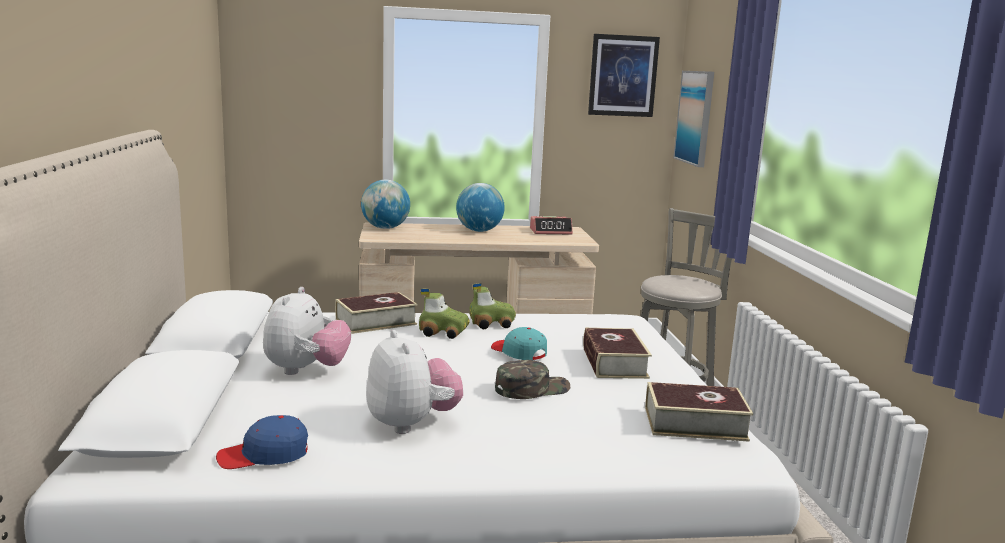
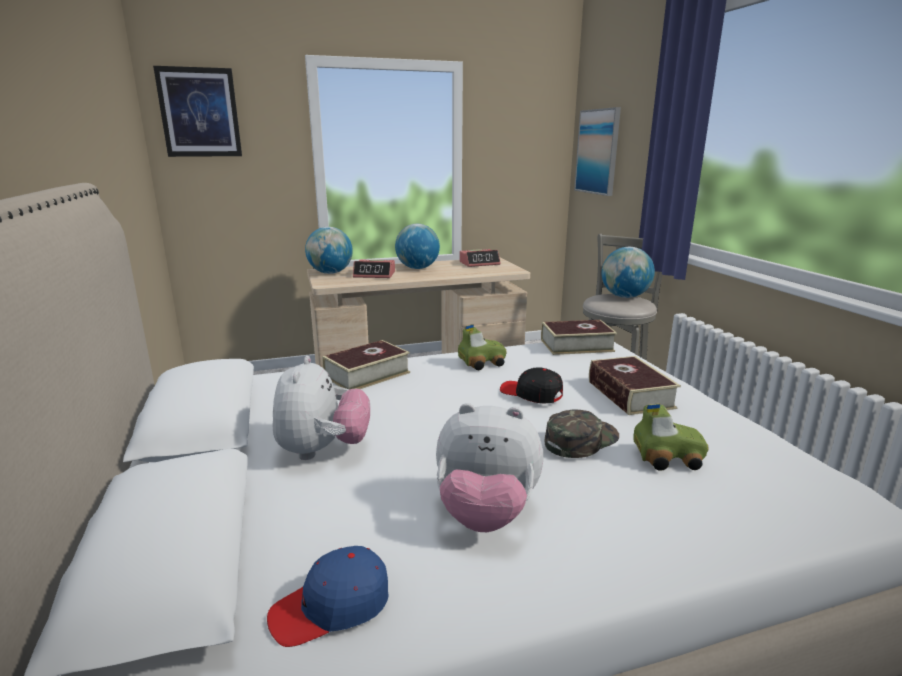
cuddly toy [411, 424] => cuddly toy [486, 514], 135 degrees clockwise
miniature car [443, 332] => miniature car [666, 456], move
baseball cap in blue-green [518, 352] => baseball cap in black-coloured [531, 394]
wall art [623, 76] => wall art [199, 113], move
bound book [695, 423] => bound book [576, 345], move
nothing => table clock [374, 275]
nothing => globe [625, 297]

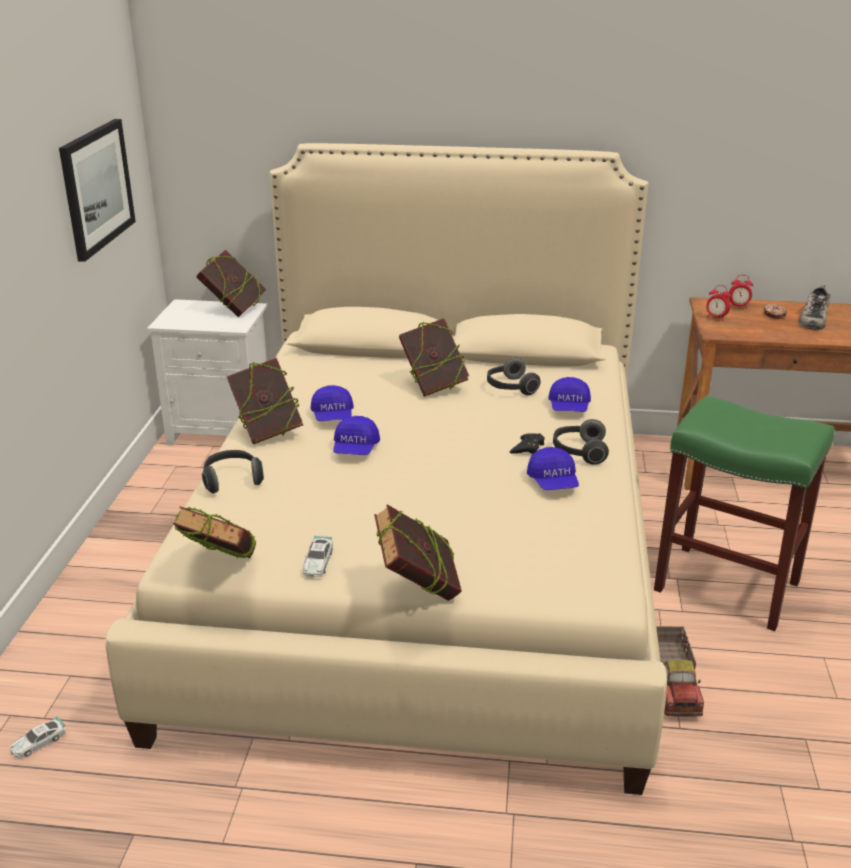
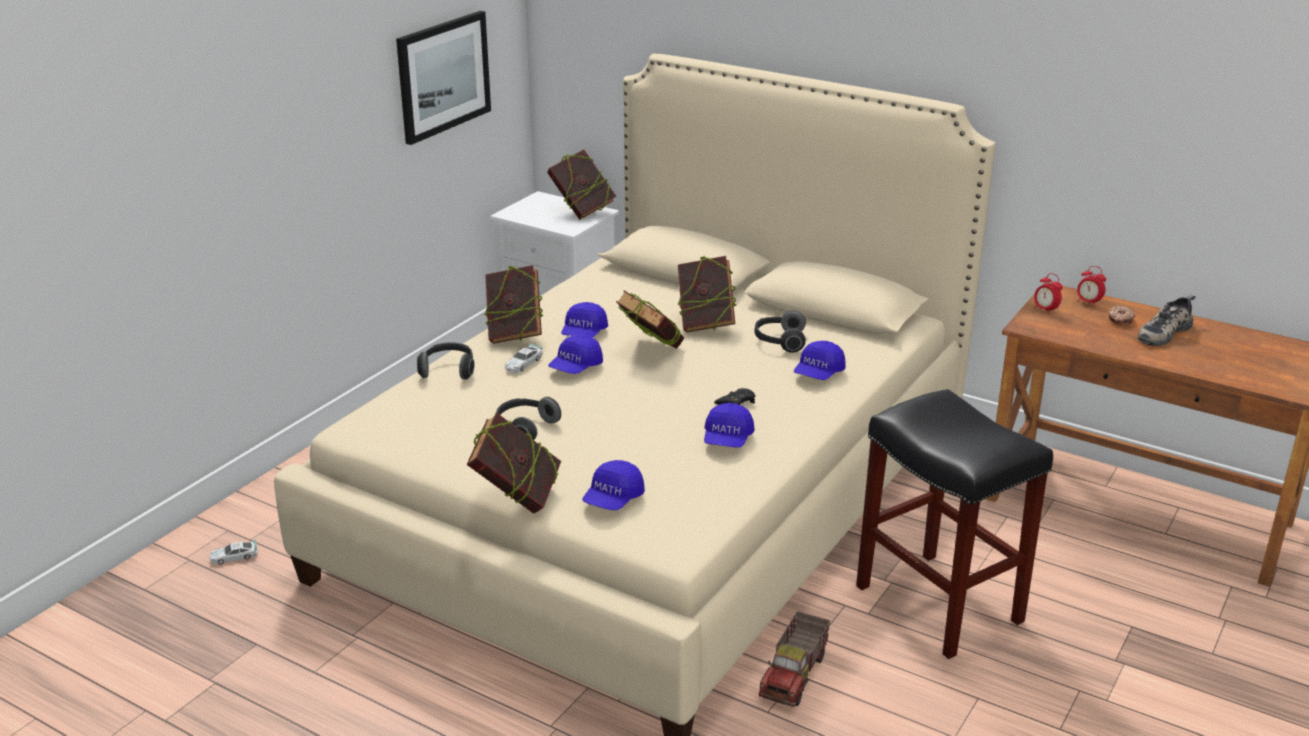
bound book [220, 570] => bound book [650, 351], move
miniature car [318, 562] => miniature car [523, 363], move
headphones [579, 452] => headphones [525, 428], move
stool in greenish [729, 586] => stool in black-coloured [941, 604]
nothing => baseball cap in bluish [613, 499]

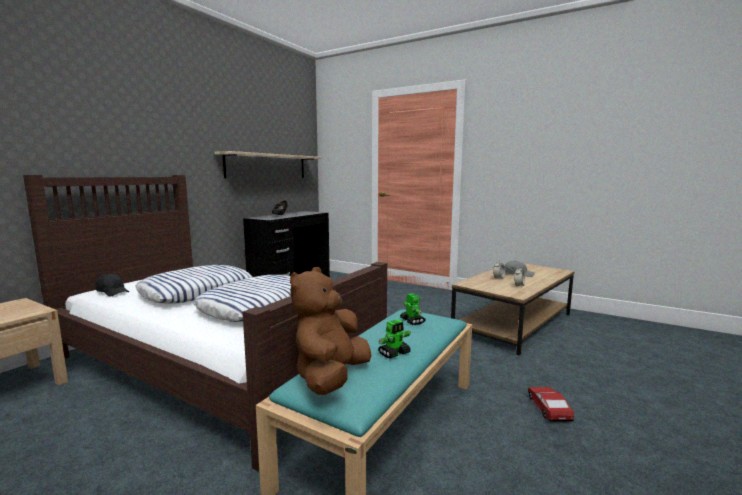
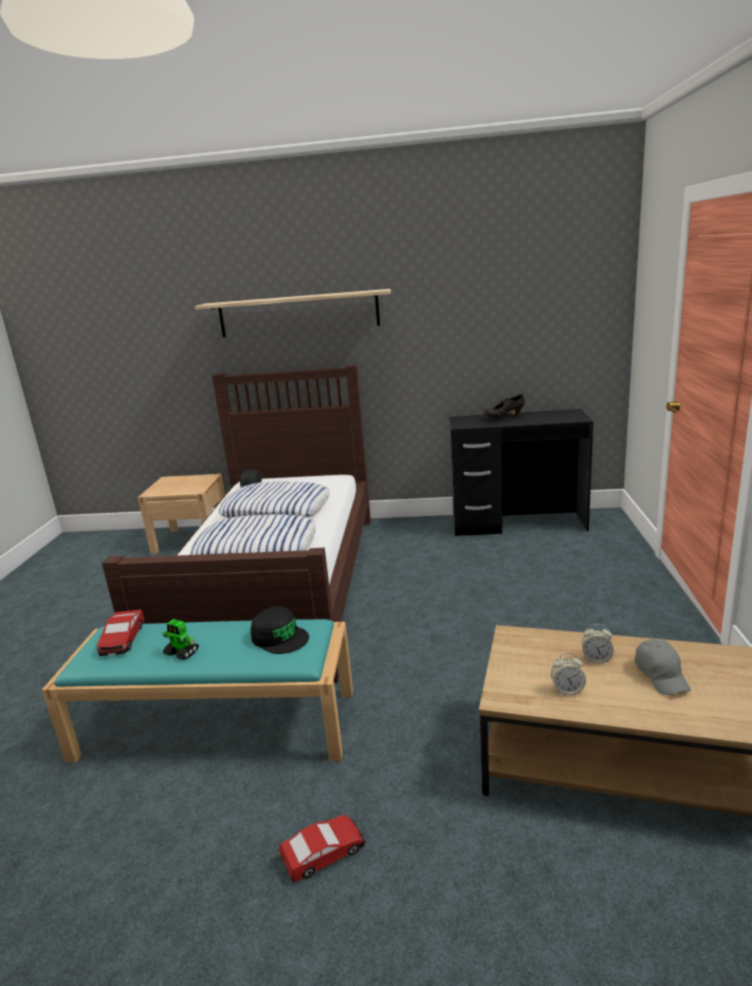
shelf [267, 166] => shelf [298, 314], move
cuddly toy in brown-coloured [331, 377] => miniature car [122, 639]
model robot [412, 321] => baseball cap in black-coloured [279, 637]

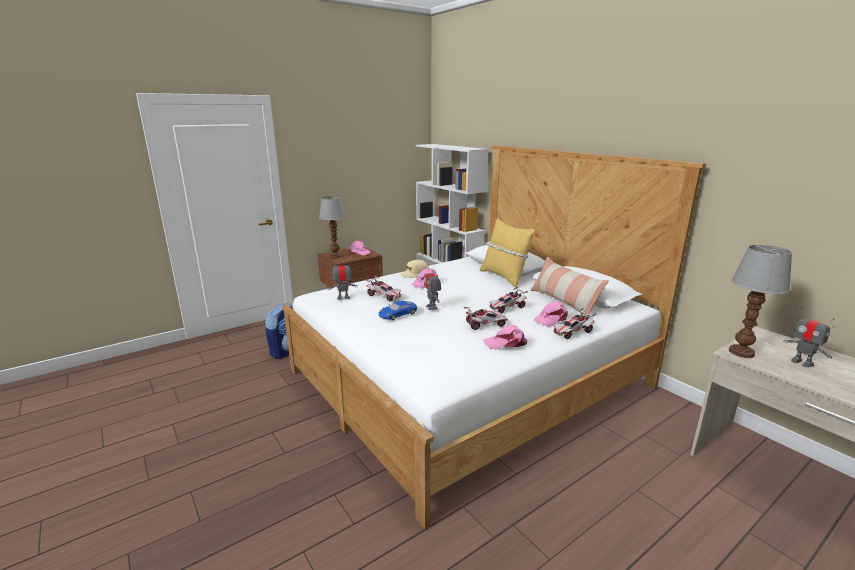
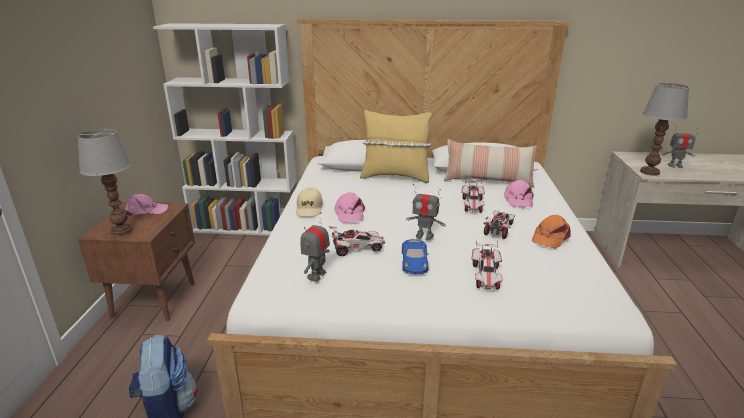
baseball cap in pink [506, 343] => baseball cap in orange-coloured [550, 237]
miniature car [572, 332] => miniature car [486, 276], move

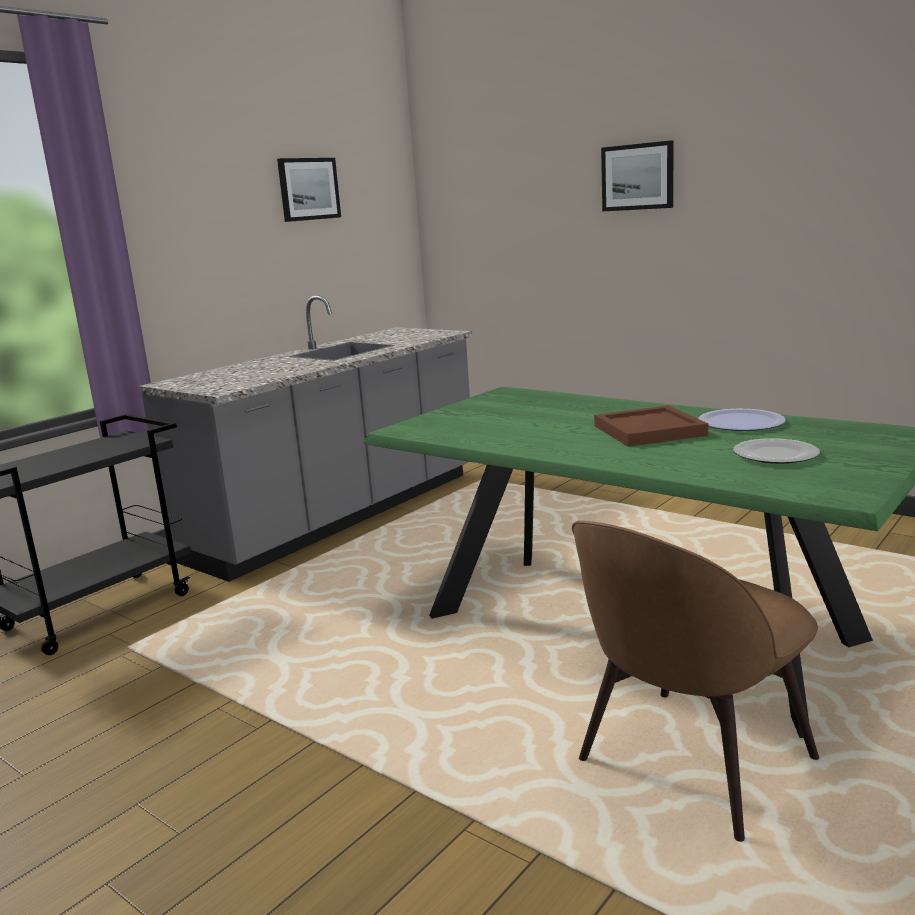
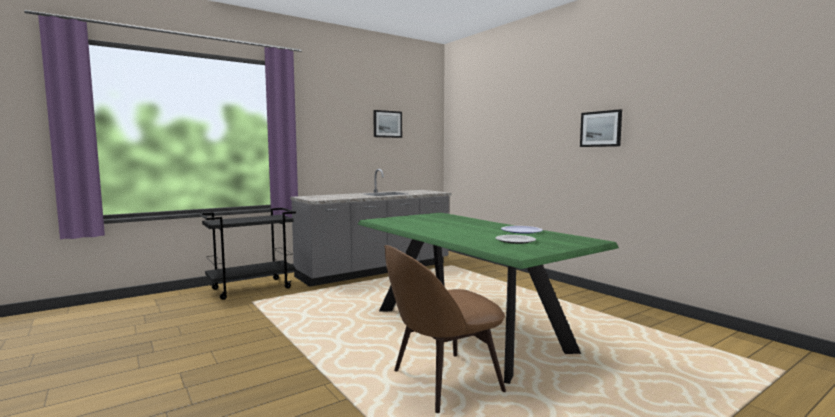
serving tray in brown-coloured [648, 431] => nothing
wall art [637, 177] => wall art [601, 129], move

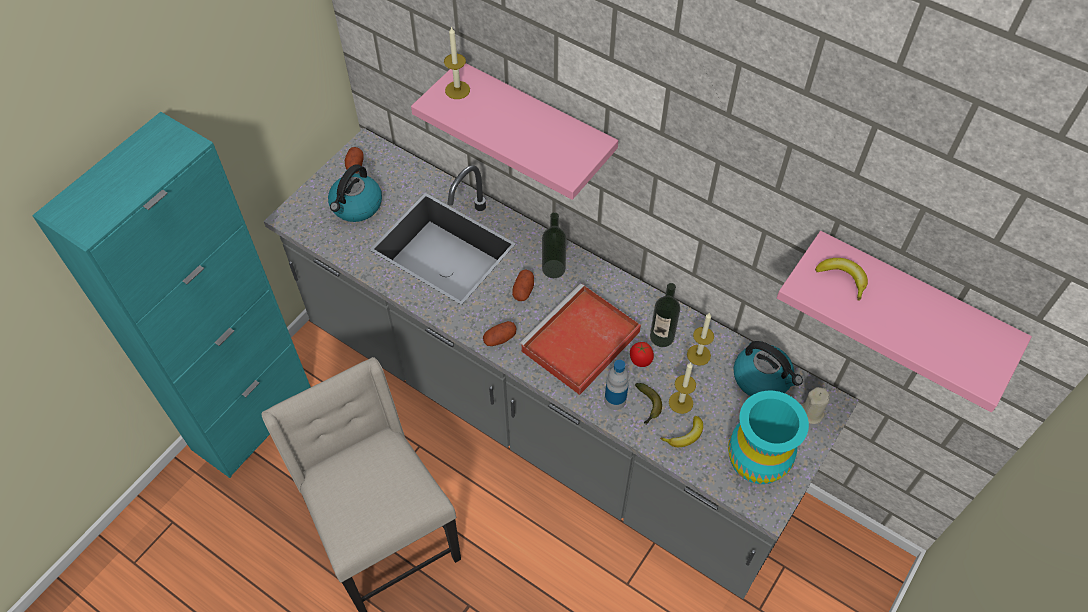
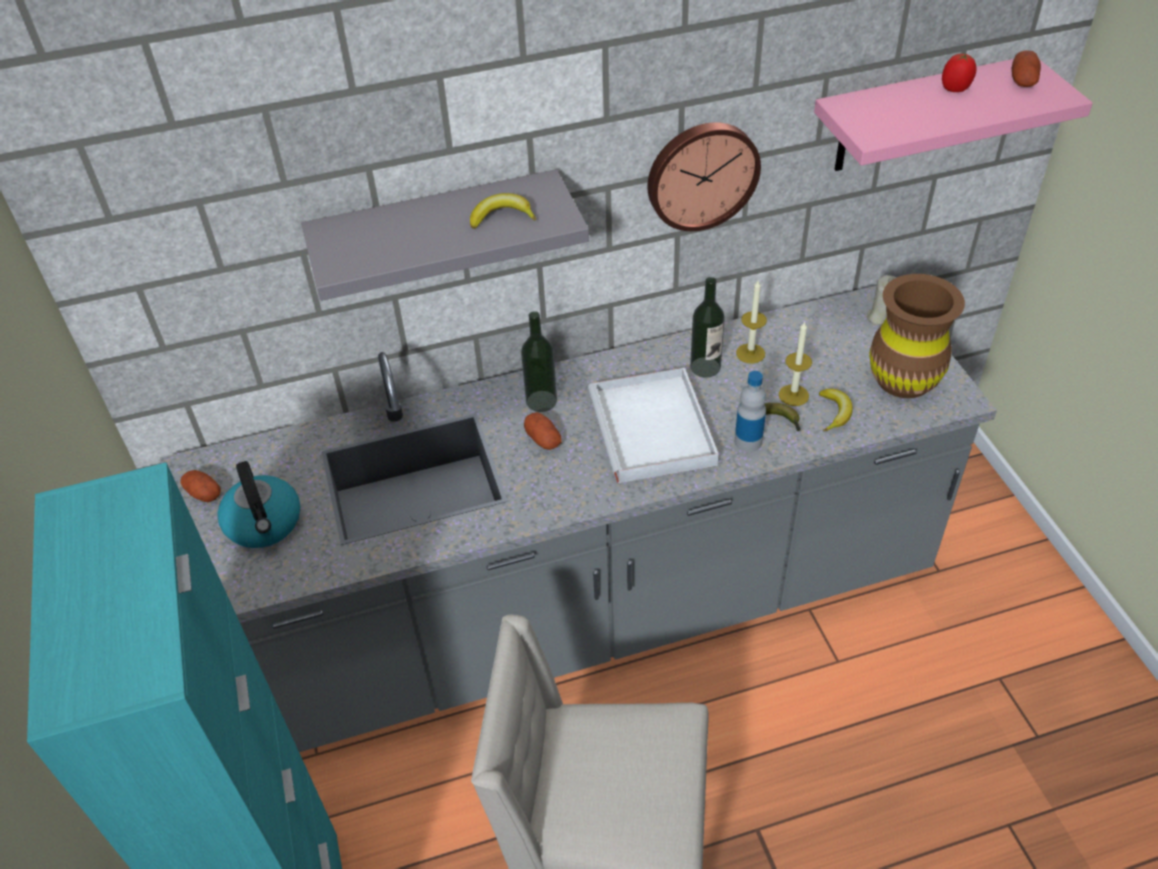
shelf in pink [536, 123] => shelf in greyish [437, 233]
candle [457, 90] => nothing
spud [500, 338] => spud [1023, 81], move
serving tray in reddish [579, 343] => serving tray in whitish [654, 431]
tomato [640, 361] => tomato [955, 89], move
vase in blue-green [757, 461] => vase in brown-coloured [903, 379]
kettle [762, 379] => nothing
banana fruit [843, 278] => banana fruit [502, 217], move
nothing => hanging clock [701, 174]

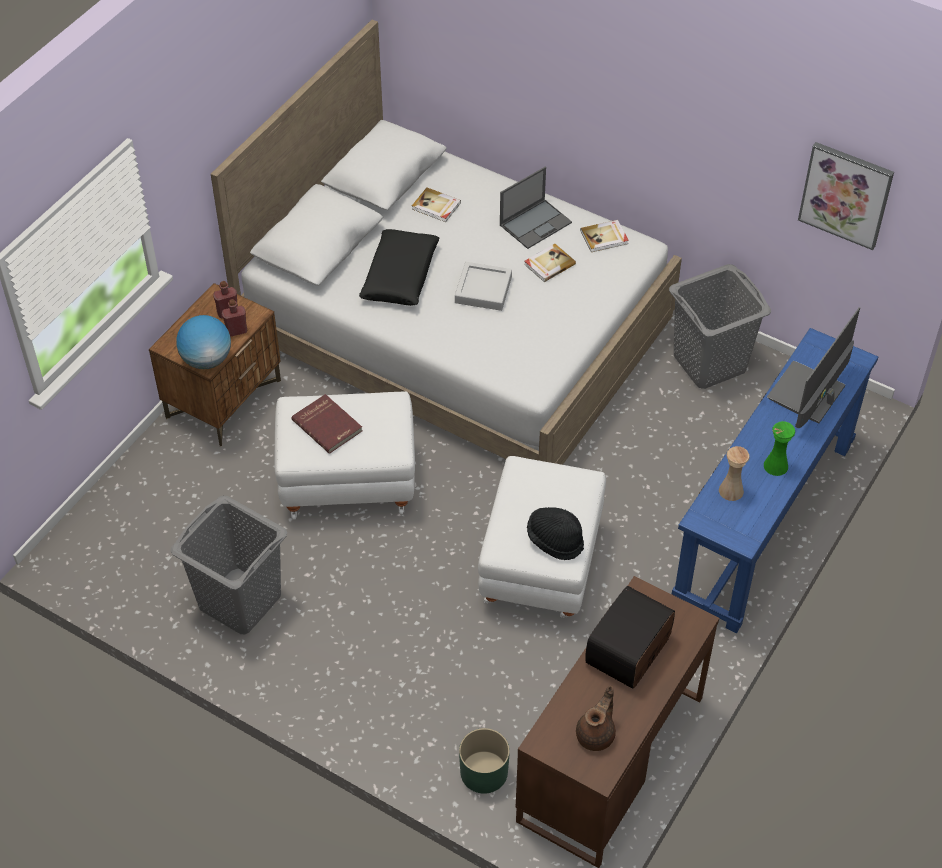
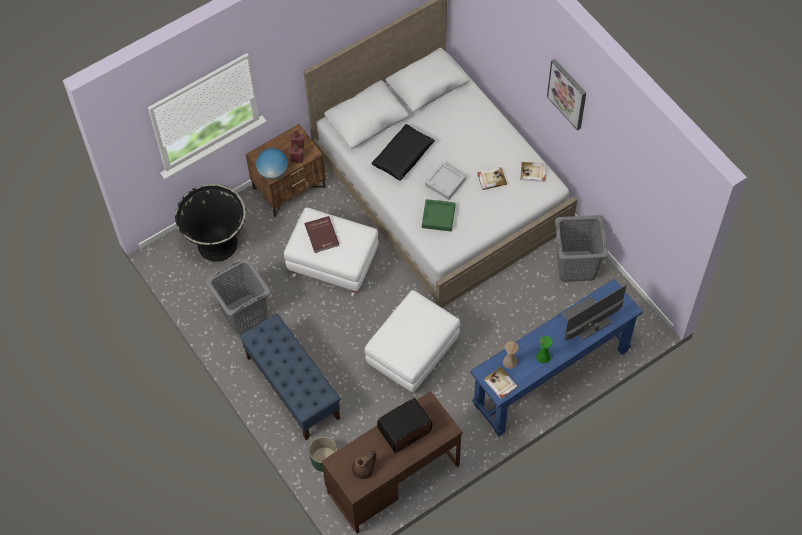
bound book [436, 206] => bound book [500, 384], move
laptop [536, 223] => nothing
clothing hat in black-coloured [555, 540] => nothing
wall art [846, 194] => wall art [567, 93], move
nothing => planter in black-coloured [217, 245]
nothing => bench in bluish [292, 387]
nothing => serving tray in greenish [438, 217]

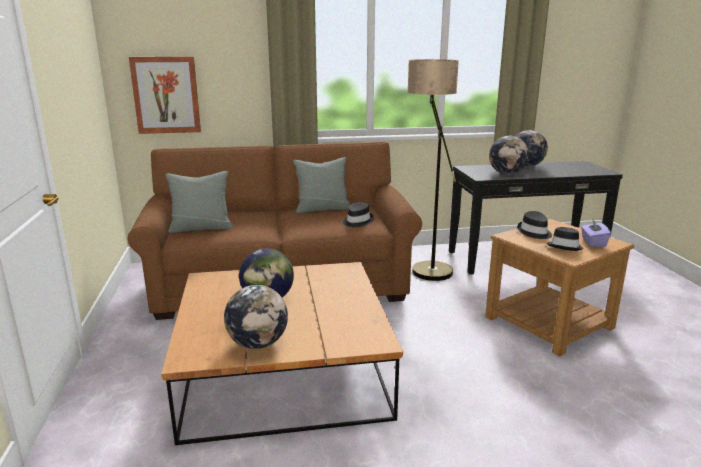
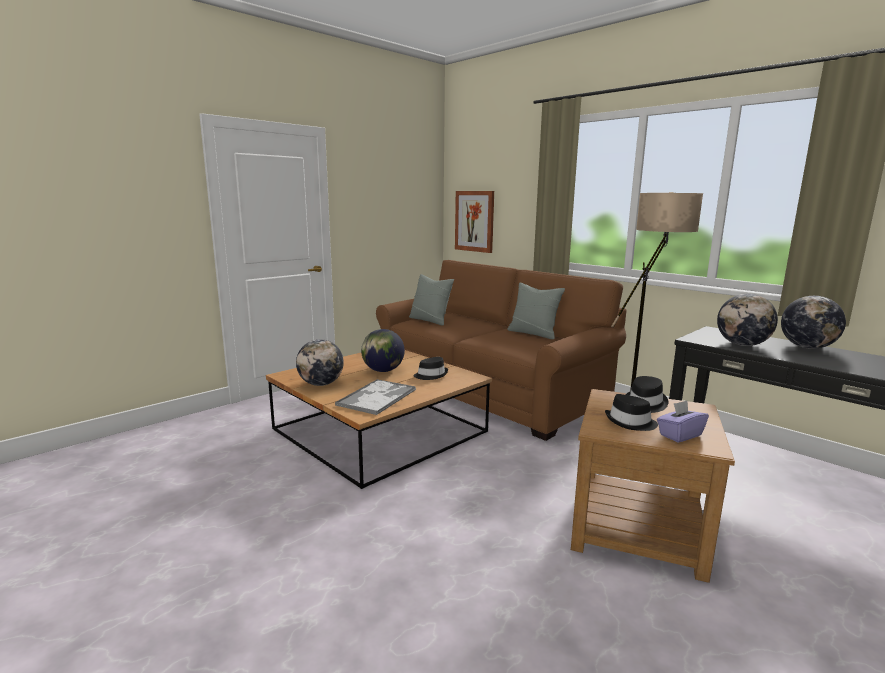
clothing hat in black-coloured [357, 221] => clothing hat in black-coloured [431, 375], move
nothing => serving tray [377, 397]

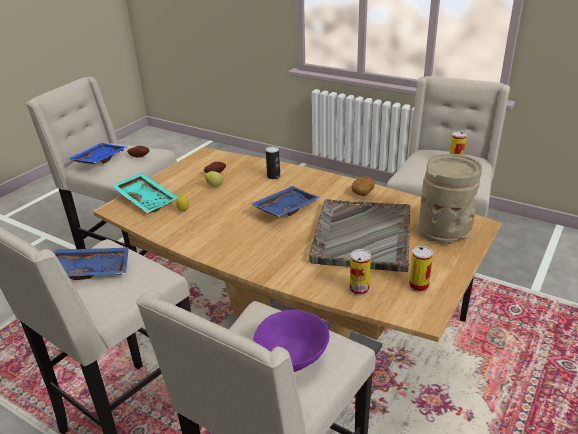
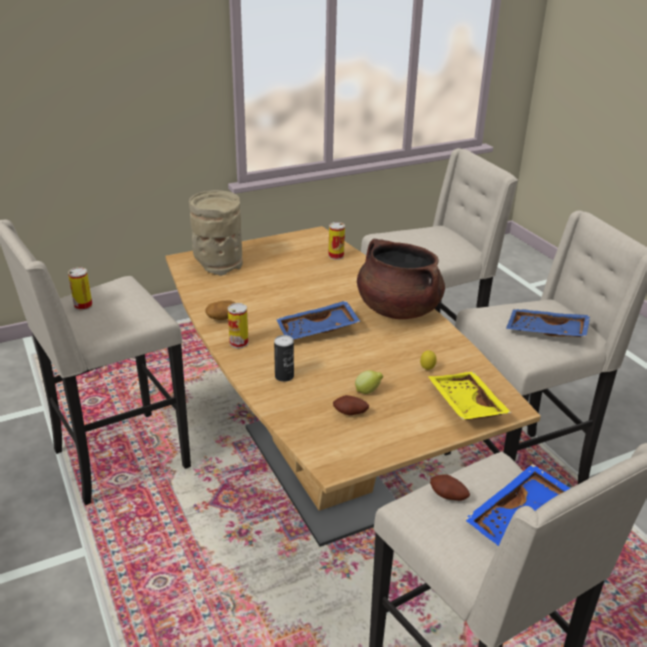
serving tray in blue-green [147, 199] => serving tray in yellow-coloured [464, 405]
deep dish in purple [291, 358] => nothing
serving tray in greyish [362, 236] => nothing
can [418, 286] => can [239, 343], move
nothing => saucepot in brown-coloured [397, 309]

